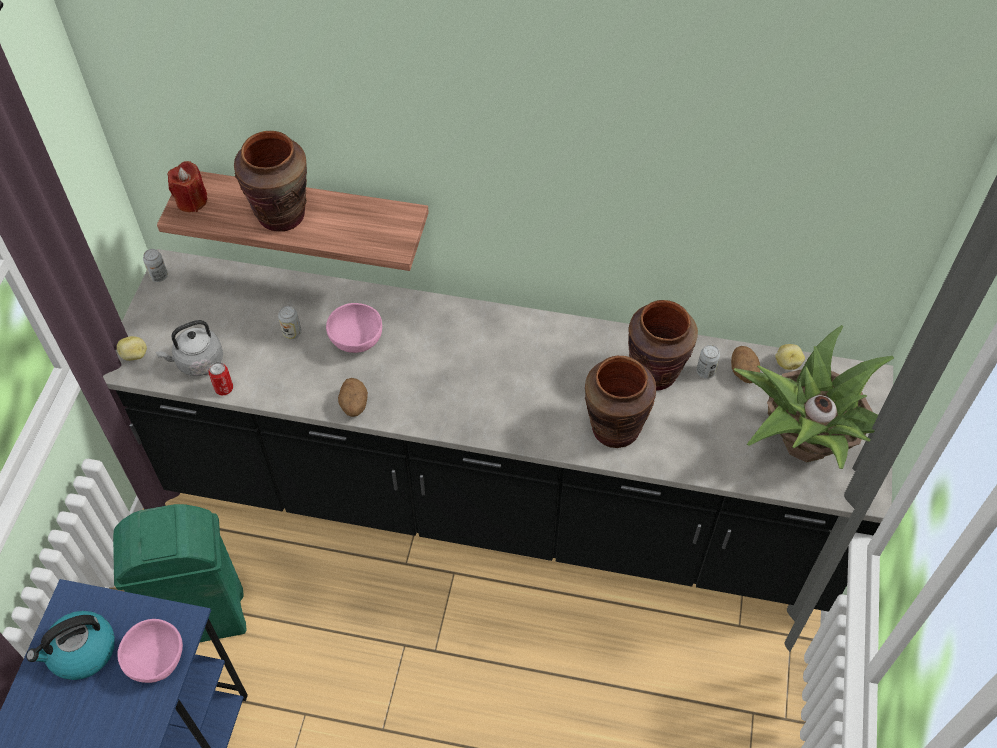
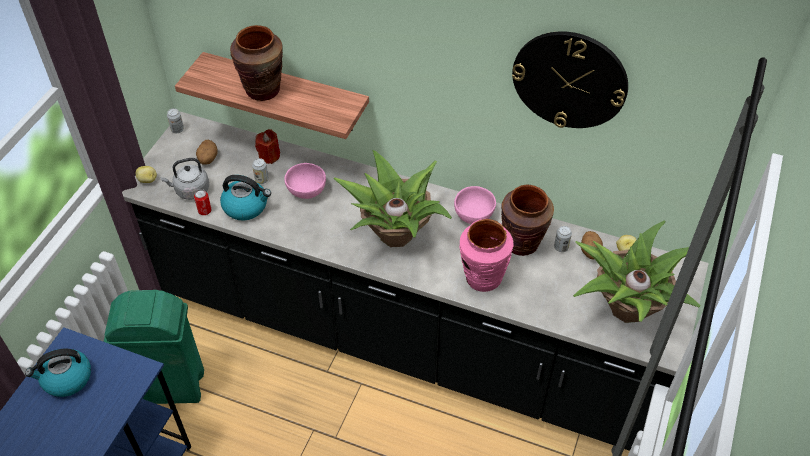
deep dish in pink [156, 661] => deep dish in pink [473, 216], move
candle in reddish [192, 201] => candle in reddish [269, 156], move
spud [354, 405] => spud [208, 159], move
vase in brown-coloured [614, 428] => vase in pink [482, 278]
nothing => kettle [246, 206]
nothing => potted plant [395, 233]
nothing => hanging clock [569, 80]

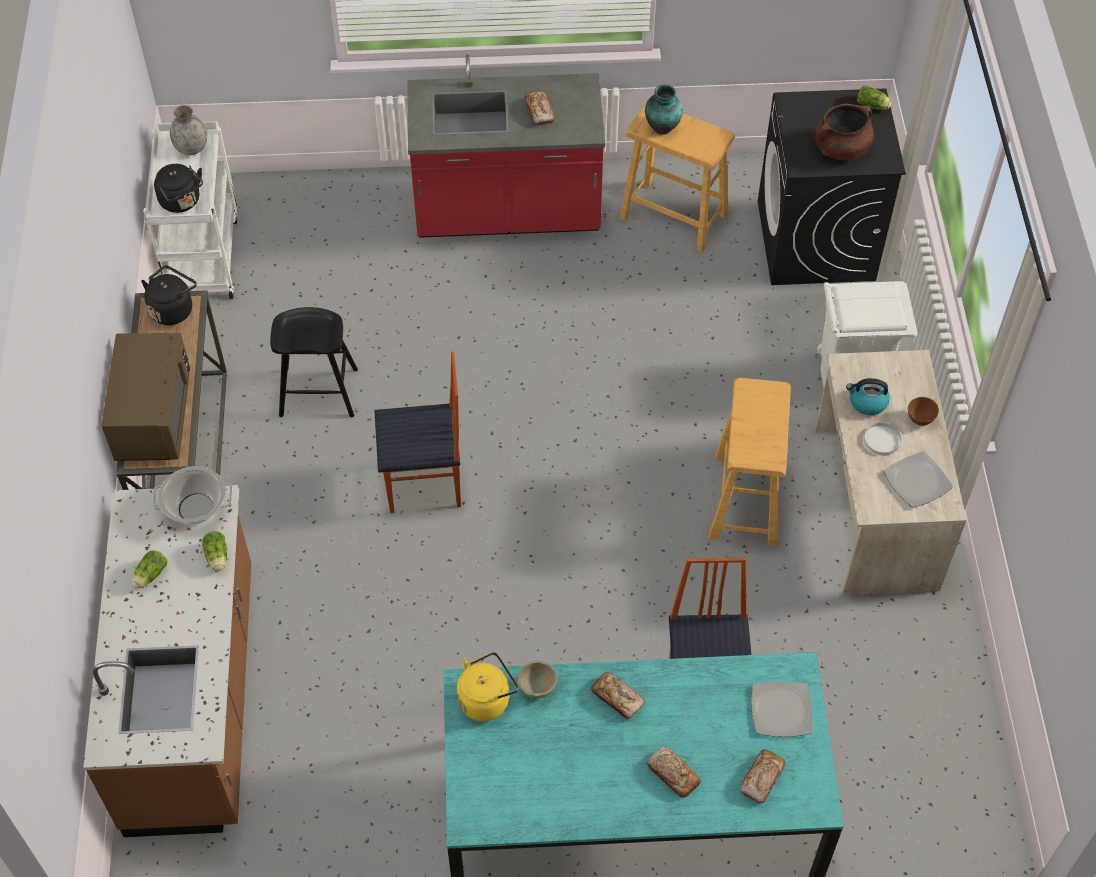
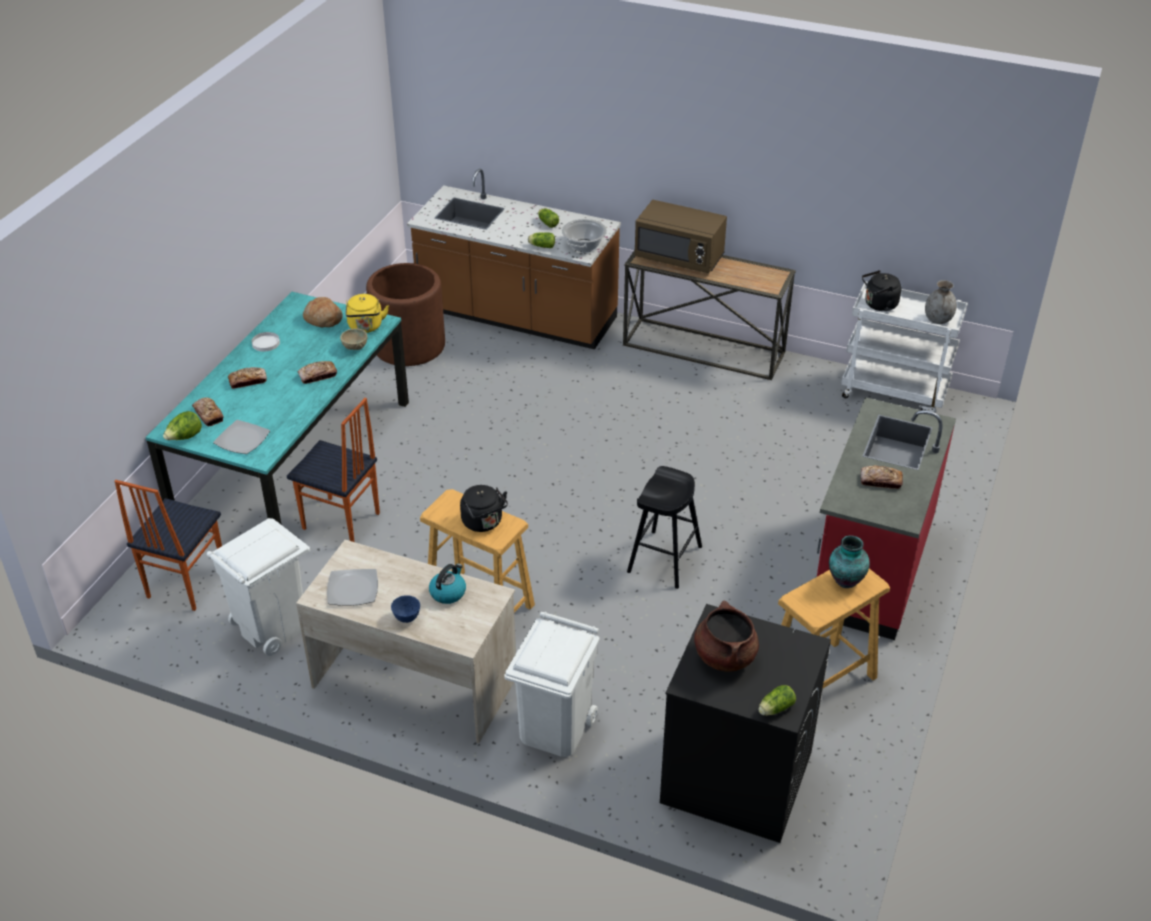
kettle in black-coloured [173, 309] => kettle in black-coloured [484, 523], move
stool in black-coloured [318, 392] => stool in black-coloured [664, 559], move
chair [424, 485] => chair [185, 583], move
flat dish in whitish [882, 440] => flat dish in whitish [265, 343], move
deep dish in brown-coloured [920, 420] => deep dish in bluish [406, 618]
nothing => head of lettuce [185, 438]
nothing => rubbish bin in whitish [272, 626]
nothing => bread [323, 319]
nothing => planter in brown-coloured [409, 346]

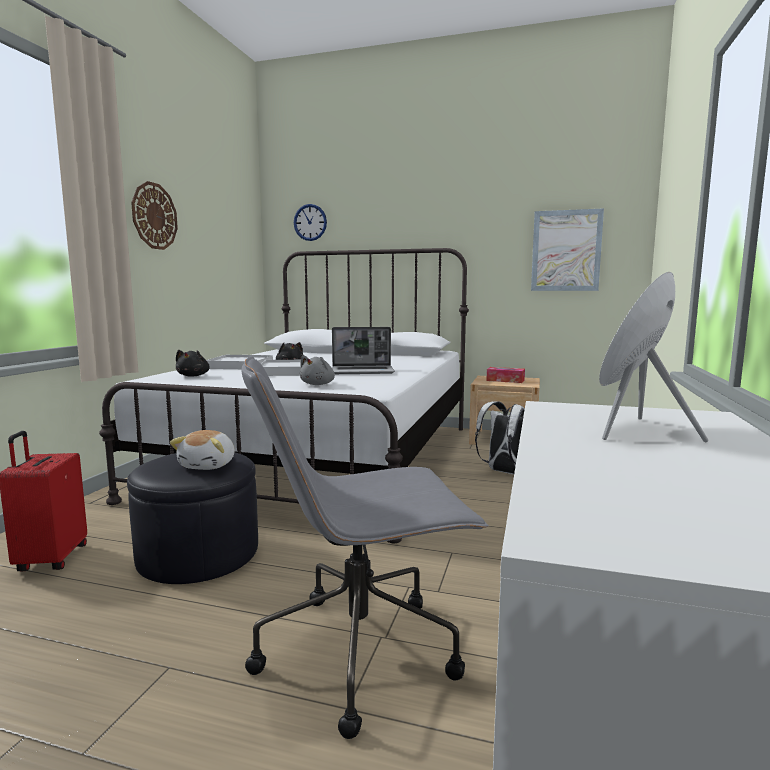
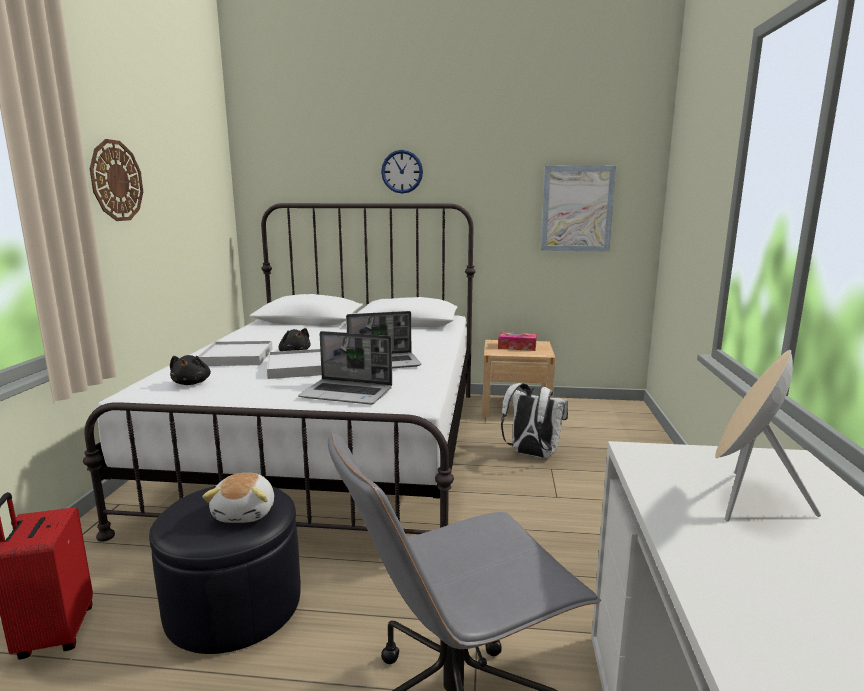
hanging clock [310, 222] => hanging clock [402, 171], move
cuddly toy in greyish [318, 384] => laptop [348, 393]

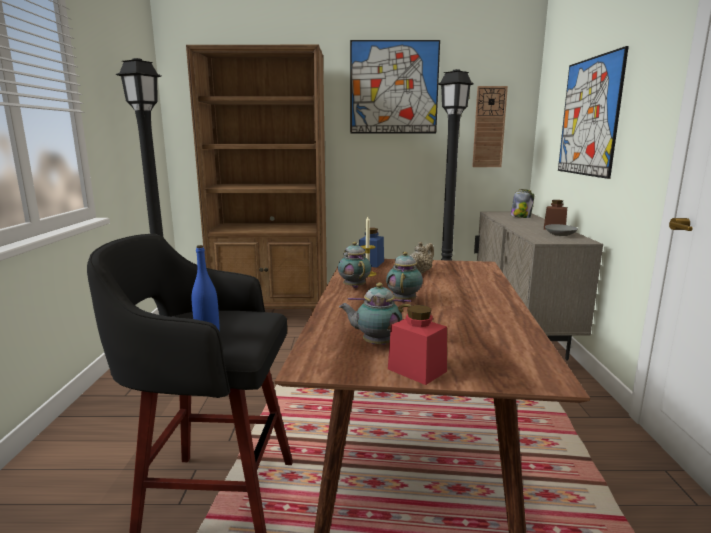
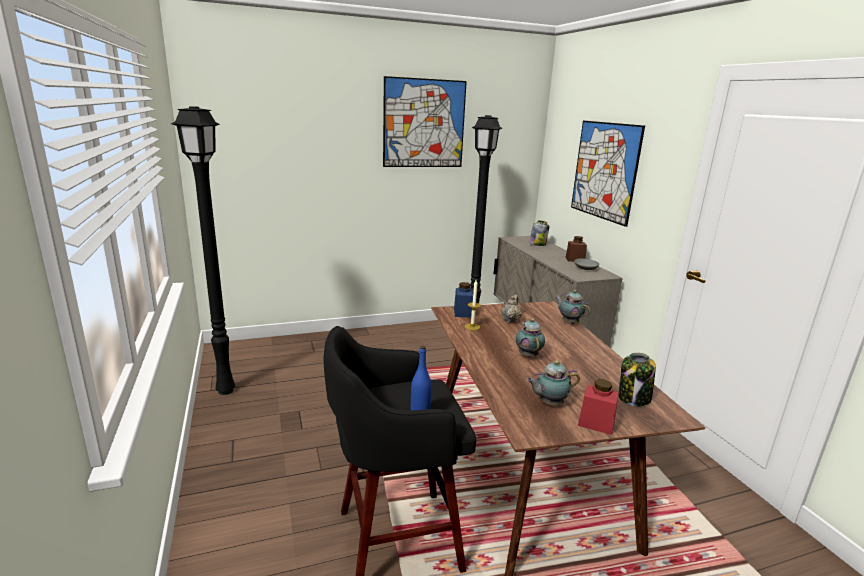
bookcase in brown-coloured [272, 312] => nothing
pot for tea [354, 286] => pot for tea [569, 322], move
hanging clock [489, 127] => nothing
nothing => jar [634, 398]

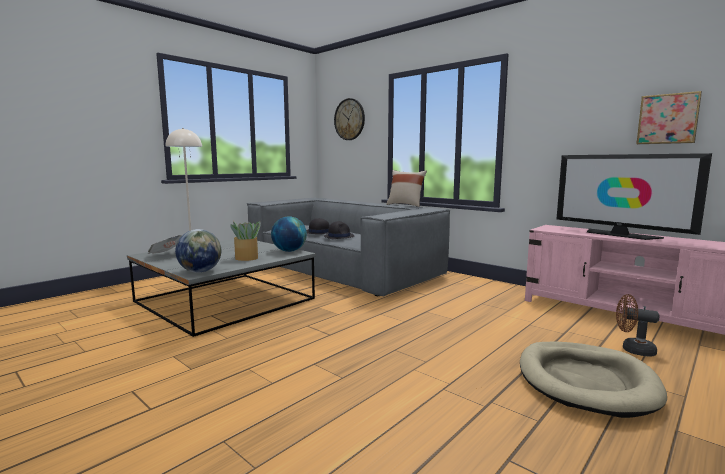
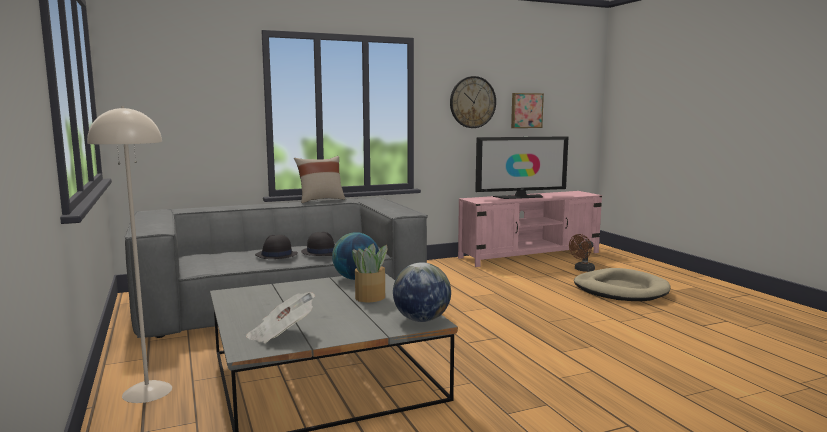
hanging clock [349, 119] => hanging clock [472, 102], move

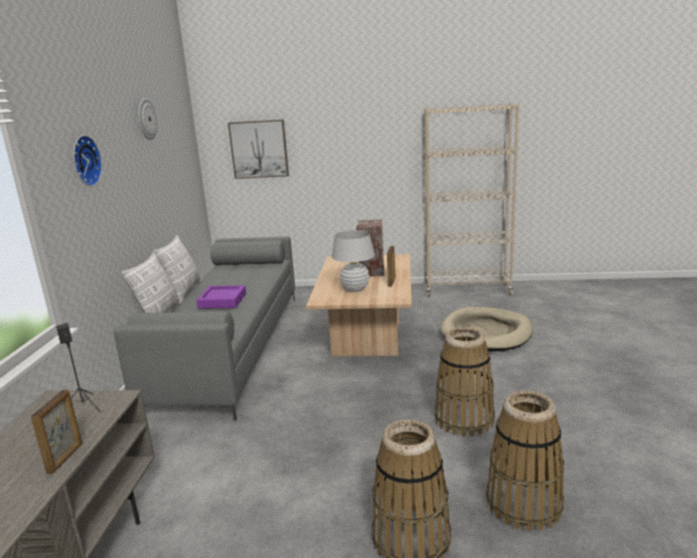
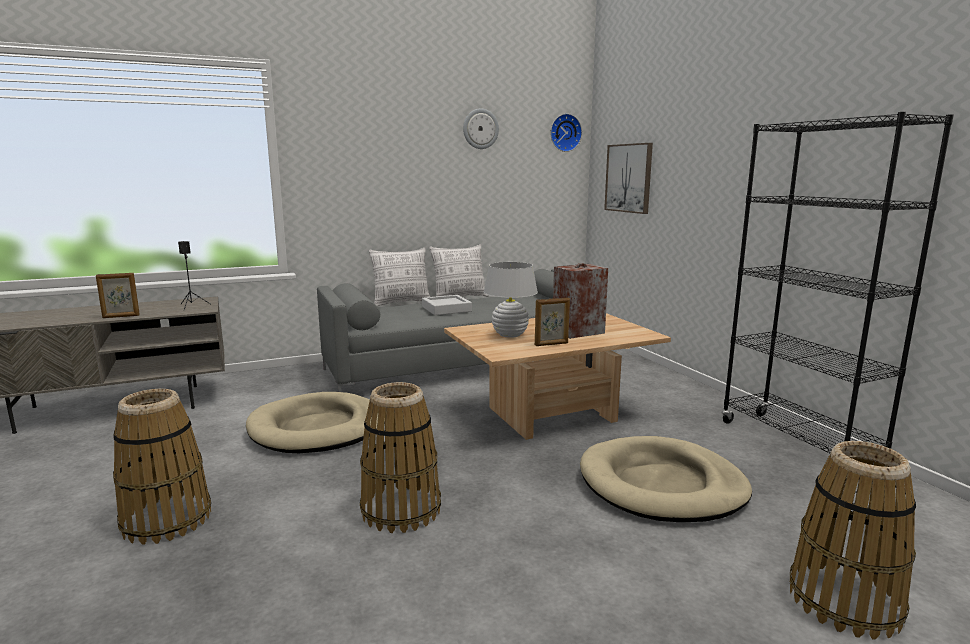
hanging clock [84, 161] => hanging clock [564, 132], move
serving tray in purple [222, 301] => serving tray in greyish [446, 309]
bookcase in sand-coloured [467, 290] => bookcase in black-coloured [798, 445]
household basket [524, 503] => household basket [845, 601], move
nothing => pet bed in sand-coloured [318, 428]

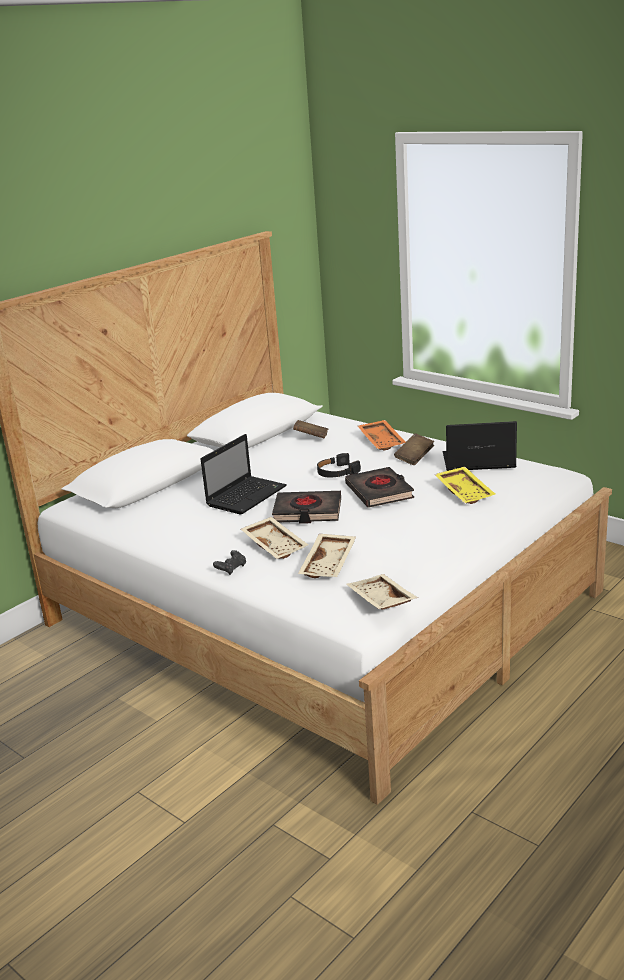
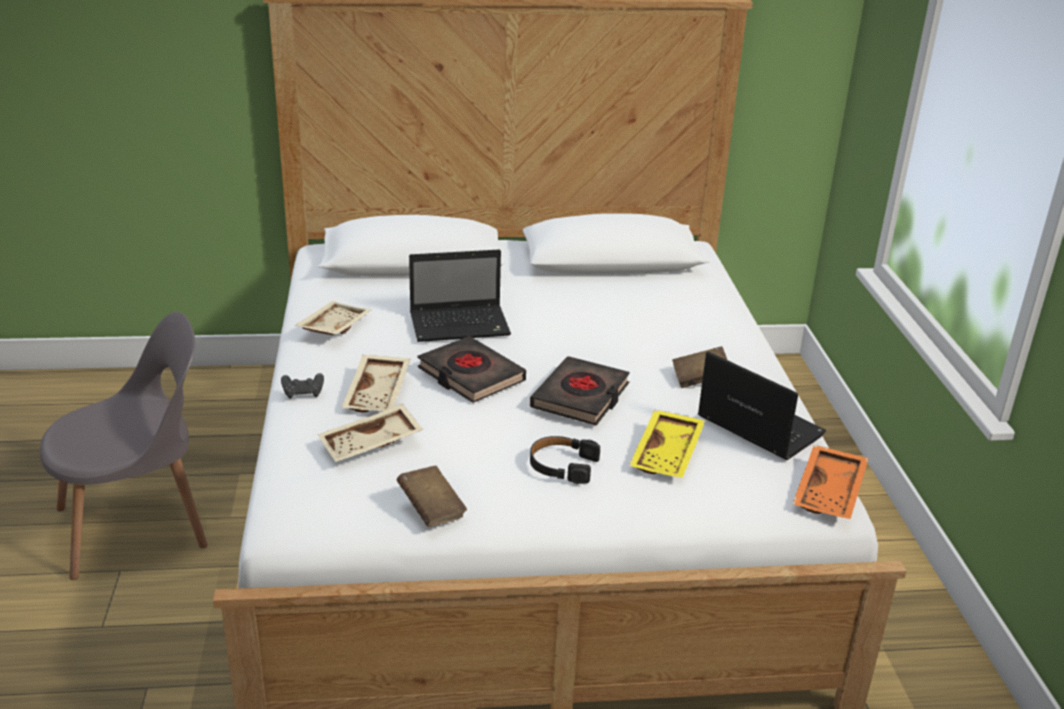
bound book in brown-coloured [311, 438] => bound book in brown-coloured [431, 510], move
headphones in black-coloured [337, 472] => headphones in black-coloured [562, 466], move
serving tray in sand-coloured [380, 601] => serving tray in sand-coloured [333, 327], move
serving tray in orange-coloured [382, 441] => serving tray in orange-coloured [831, 493], move
nothing => chair in greyish [139, 525]

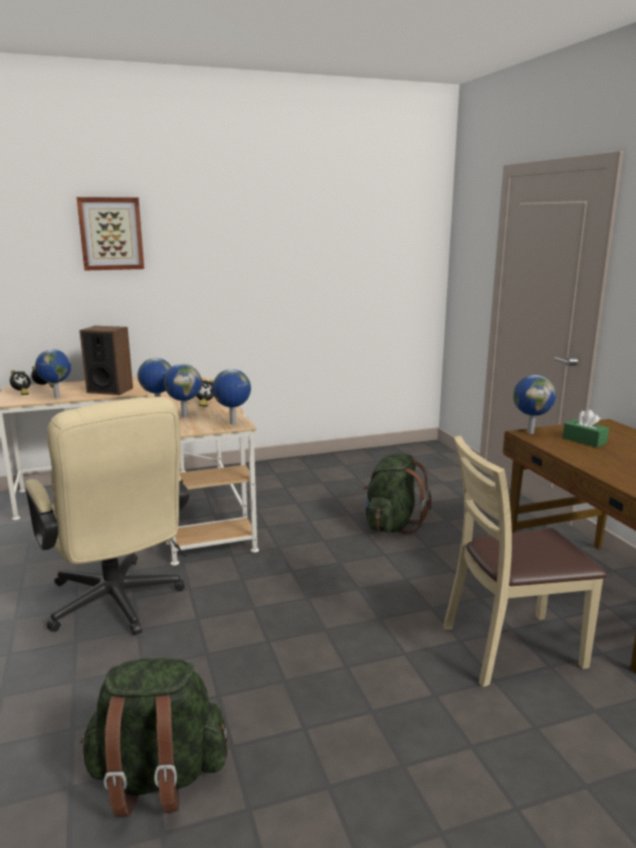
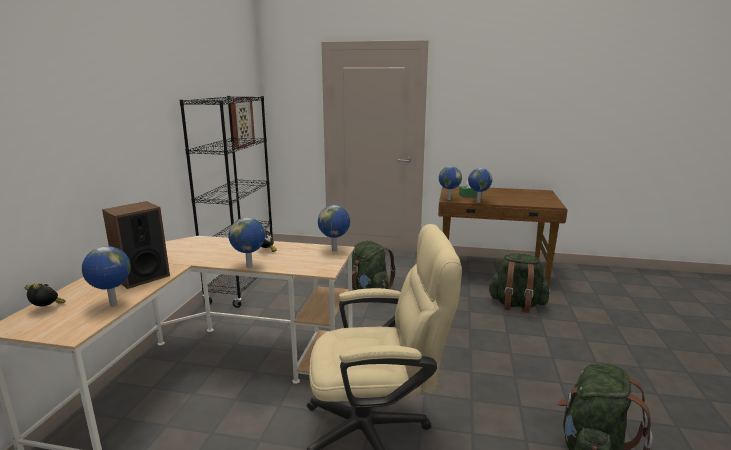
table clock [21, 393] => nothing
wall art [111, 234] => wall art [241, 122], move
globe [185, 416] => globe [477, 202], move
chair in sand-coloured [511, 647] => backpack in greenish [516, 305]
nothing => bookcase in black-coloured [242, 287]

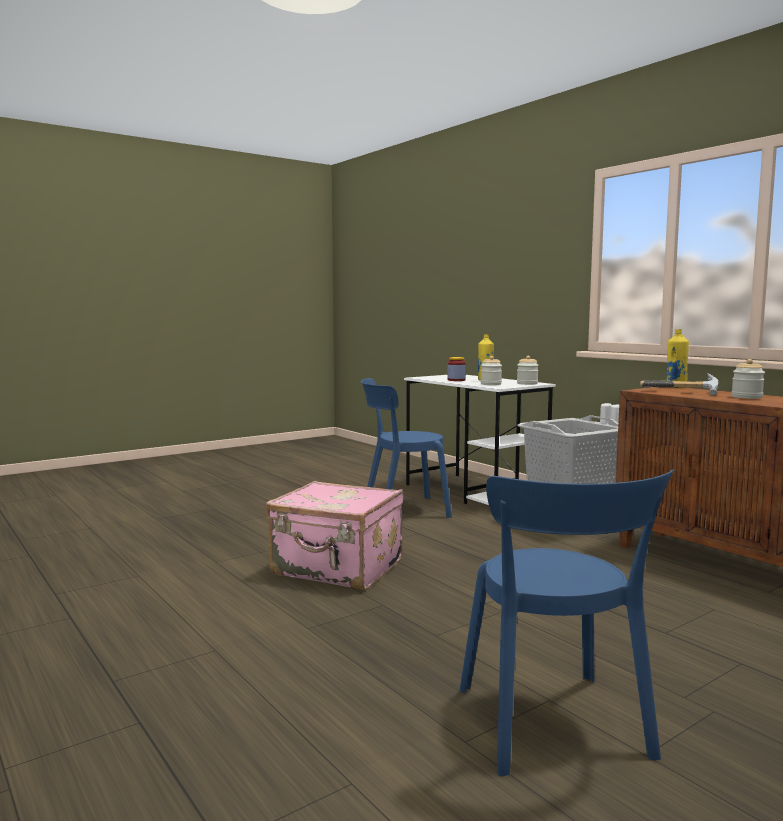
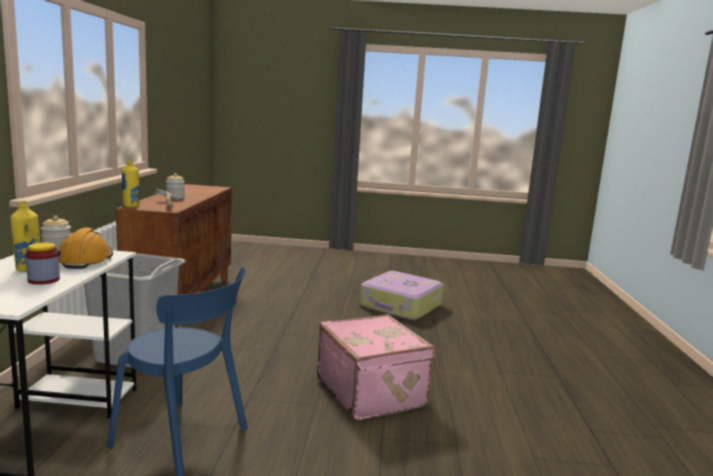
chair in bluish [555, 727] => suitcase [401, 306]
jar [491, 384] => hard hat in orange-coloured [85, 260]

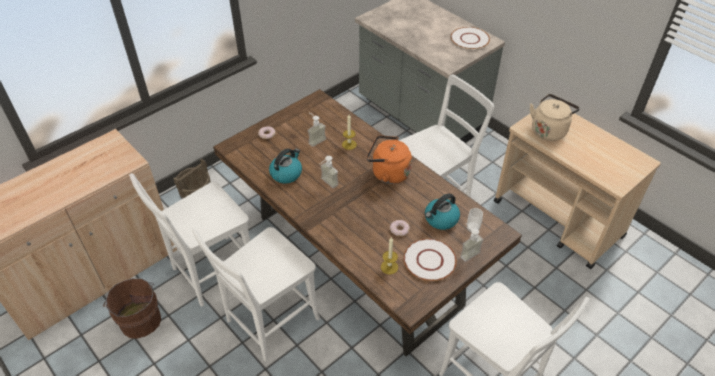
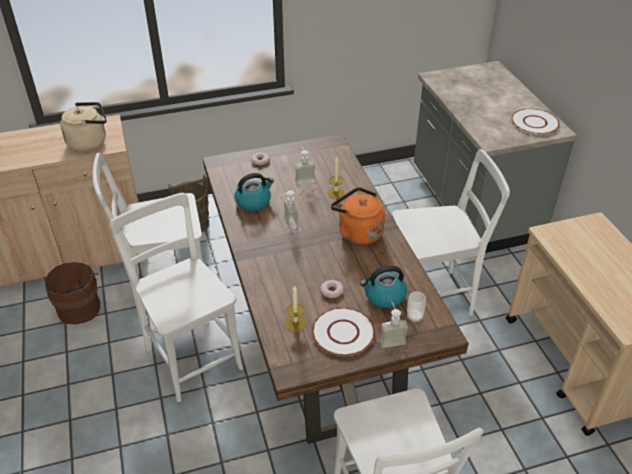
chair in whitish [268, 322] => chair in whitish [191, 355], 75 degrees clockwise
kettle in sand-coloured [549, 130] => kettle in sand-coloured [90, 142], move

